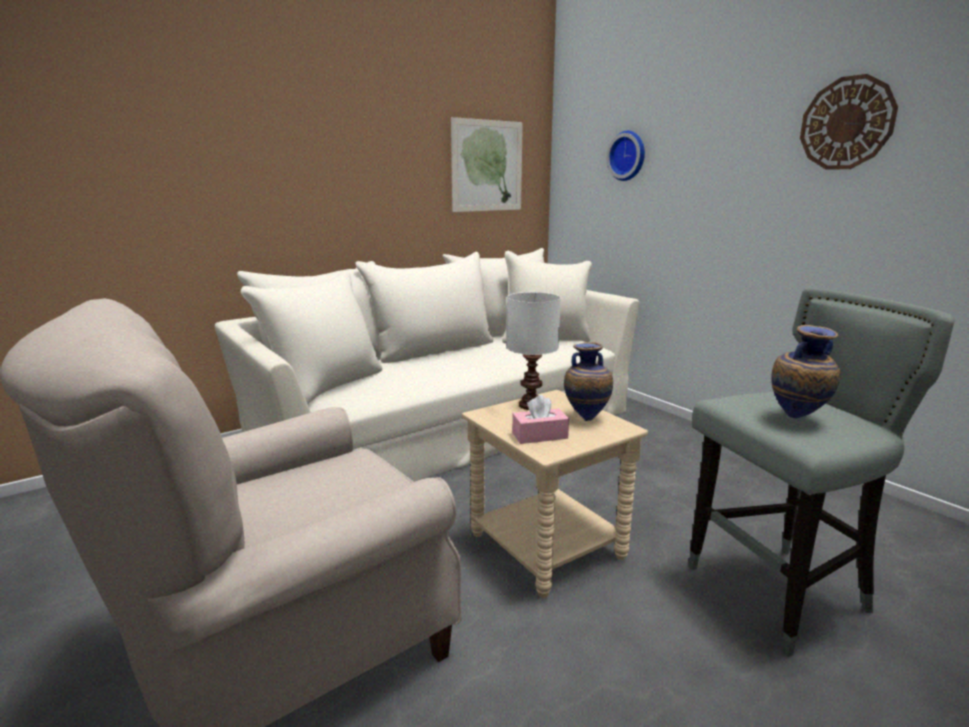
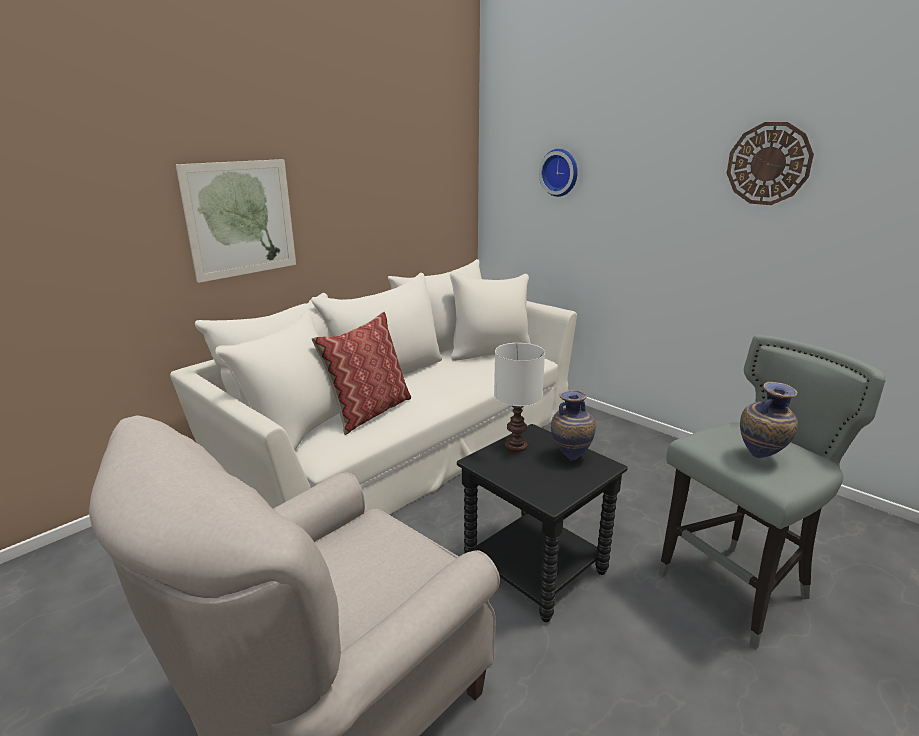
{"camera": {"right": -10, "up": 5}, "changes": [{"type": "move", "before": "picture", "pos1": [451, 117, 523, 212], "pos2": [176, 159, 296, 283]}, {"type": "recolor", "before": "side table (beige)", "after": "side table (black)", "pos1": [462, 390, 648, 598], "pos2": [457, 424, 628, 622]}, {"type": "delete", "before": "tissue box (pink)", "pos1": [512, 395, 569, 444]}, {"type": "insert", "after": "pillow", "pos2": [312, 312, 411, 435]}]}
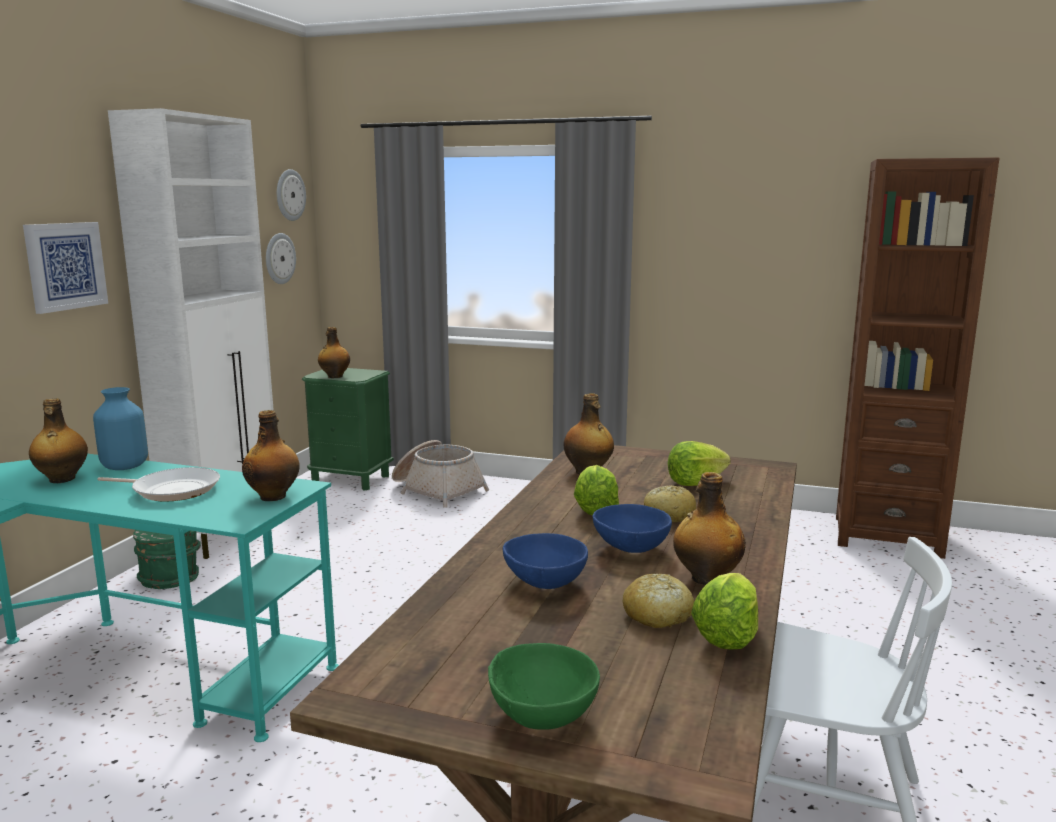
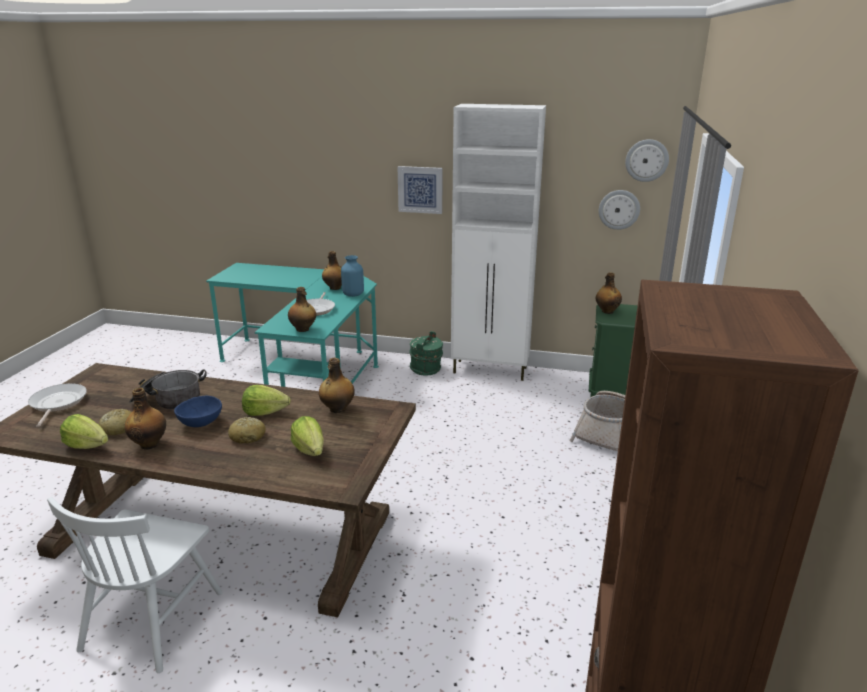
{"camera": {"right": 85, "up": 10}, "changes": [{"type": "replace", "before": "bowl (green)", "after": "frying pan", "pos1": [488, 643, 600, 730], "pos2": [28, 383, 87, 427]}, {"type": "replace", "before": "bowl (blue)", "after": "cooking pot", "pos1": [503, 533, 588, 589], "pos2": [129, 369, 207, 409]}]}
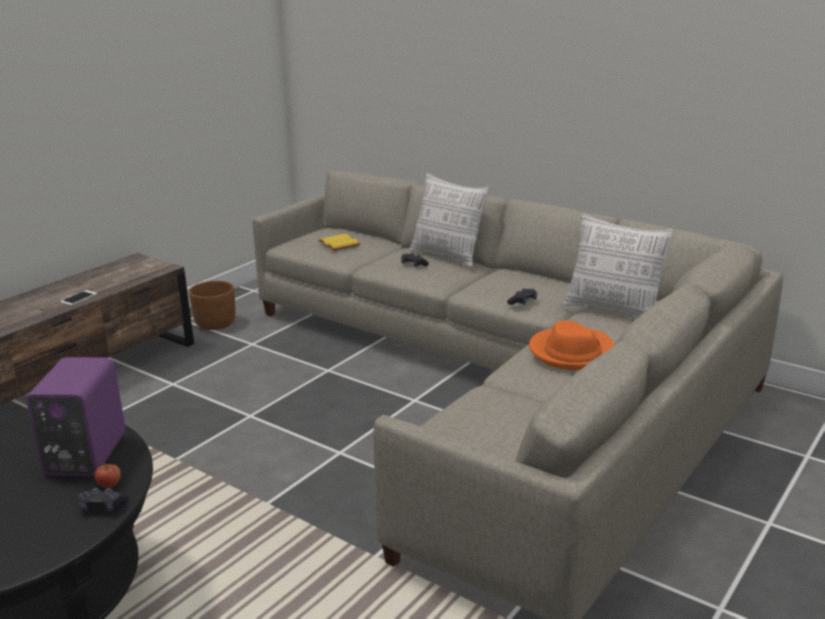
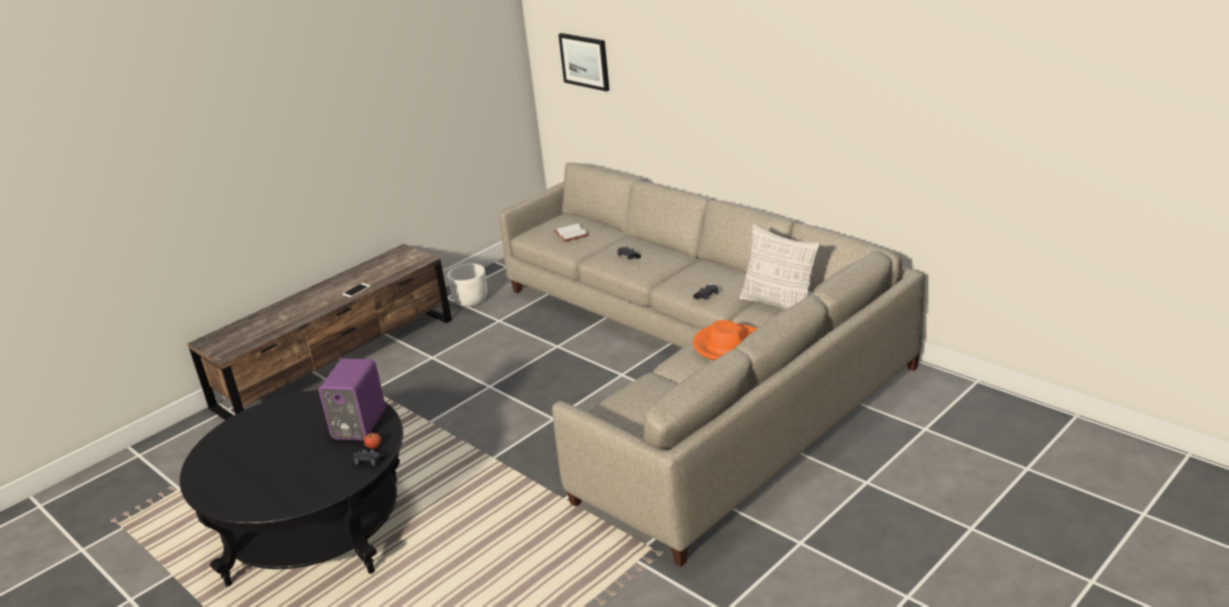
{"camera": {"right": 10, "up": 5}, "changes": [{"type": "recolor", "before": "planter (brown)", "after": "planter (white)", "pos1": [189, 281, 235, 330], "pos2": [447, 264, 487, 307]}, {"type": "recolor", "before": "book (yellow)", "after": "book (white)", "pos1": [318, 234, 360, 251], "pos2": [554, 223, 589, 242]}, {"type": "delete", "before": "pillow", "pos1": [410, 173, 490, 268]}, {"type": "insert", "after": "picture", "pos2": [558, 33, 609, 92]}]}
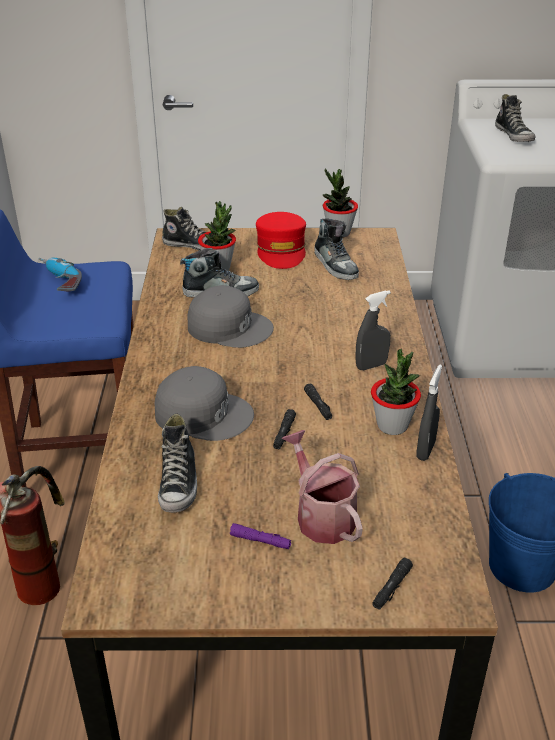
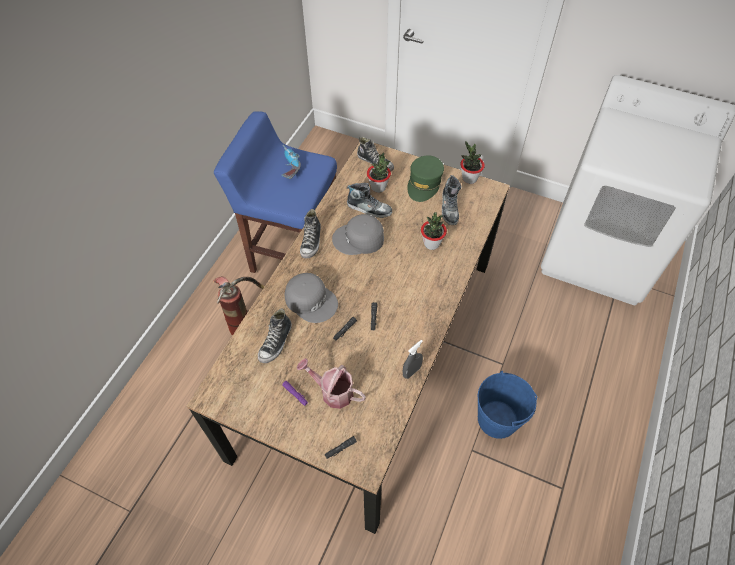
{"camera": {"right": 25, "up": 20}, "changes": [{"type": "rotate", "before": "cap (grey)", "pos1": [188, 285, 274, 348], "pos2": [332, 214, 384, 255], "turn": 135}, {"type": "recolor", "before": "cap (red)", "after": "cap (green)", "pos1": [256, 212, 306, 269], "pos2": [407, 155, 444, 202]}, {"type": "rotate", "before": "watering can", "pos1": [282, 430, 363, 544], "pos2": [297, 358, 366, 409], "turn": -60}, {"type": "delete", "before": "spray bottle (grey)", "pos1": [356, 290, 391, 370]}, {"type": "move", "before": "potted plant", "pos1": [371, 349, 421, 435], "pos2": [421, 212, 447, 250]}, {"type": "move", "before": "shoe", "pos1": [495, 94, 535, 142], "pos2": [300, 209, 321, 258]}]}
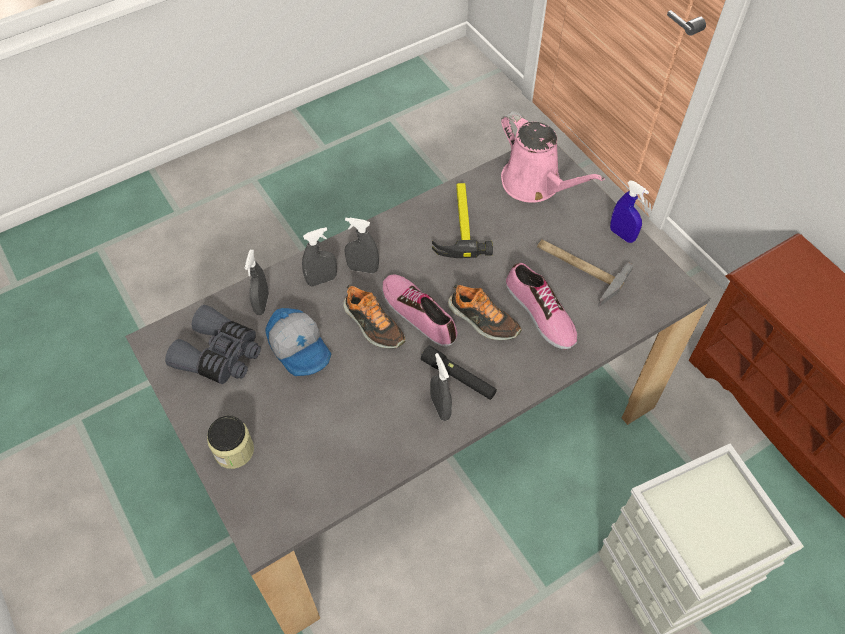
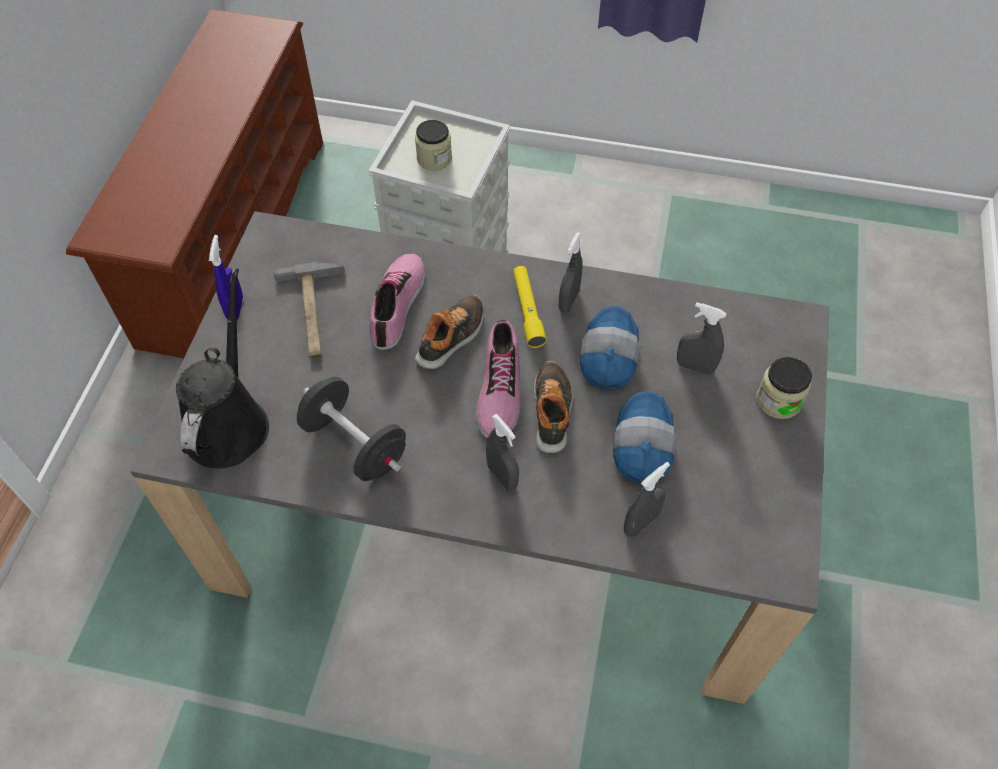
{"camera": {"right": -135, "up": 0}, "changes": [{"type": "delete", "before": "binoculars (grey)", "pos1": [165, 305, 261, 384]}, {"type": "move", "before": "spray bottle (grey)", "pos1": [302, 227, 337, 286], "pos2": [677, 302, 727, 375]}, {"type": "recolor", "before": "flashlight (black)", "after": "flashlight (yellow)", "pos1": [421, 346, 497, 400], "pos2": [513, 266, 547, 348]}, {"type": "replace", "before": "hammer", "after": "dumbbell (black)", "pos1": [432, 183, 493, 258], "pos2": [296, 377, 406, 481]}, {"type": "rotate", "before": "shoe", "pos1": [448, 284, 522, 340], "pos2": [415, 295, 483, 369], "turn": 45}, {"type": "recolor", "before": "watering can (pink)", "after": "watering can (black)", "pos1": [501, 111, 605, 203], "pos2": [176, 268, 269, 469]}, {"type": "insert", "after": "jar", "pos2": [415, 120, 452, 171]}, {"type": "insert", "after": "cap", "pos2": [580, 305, 640, 391]}]}
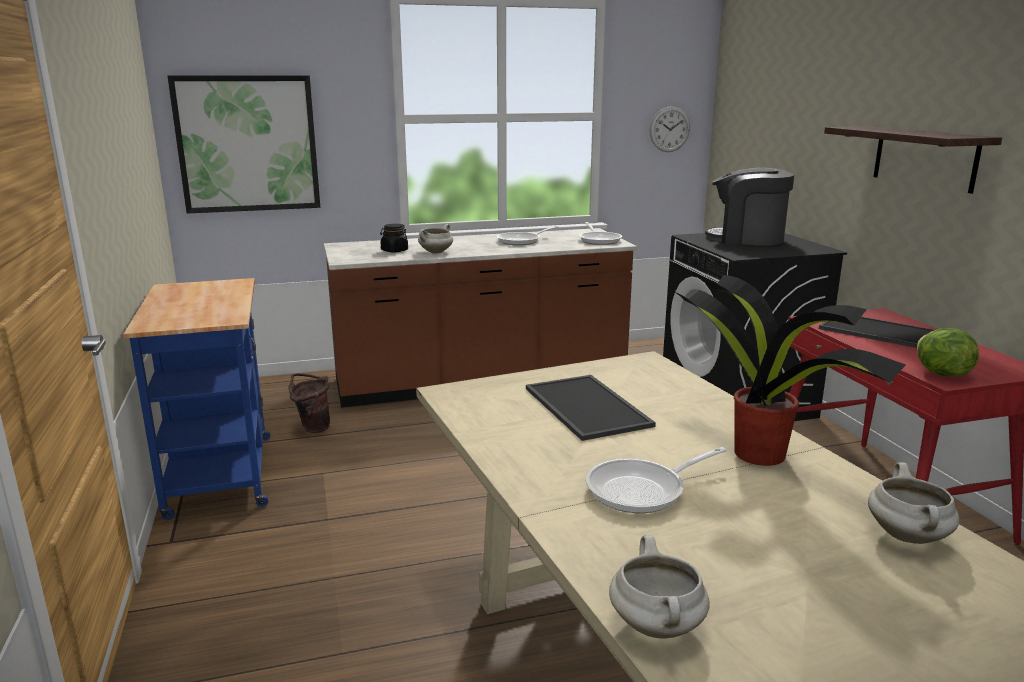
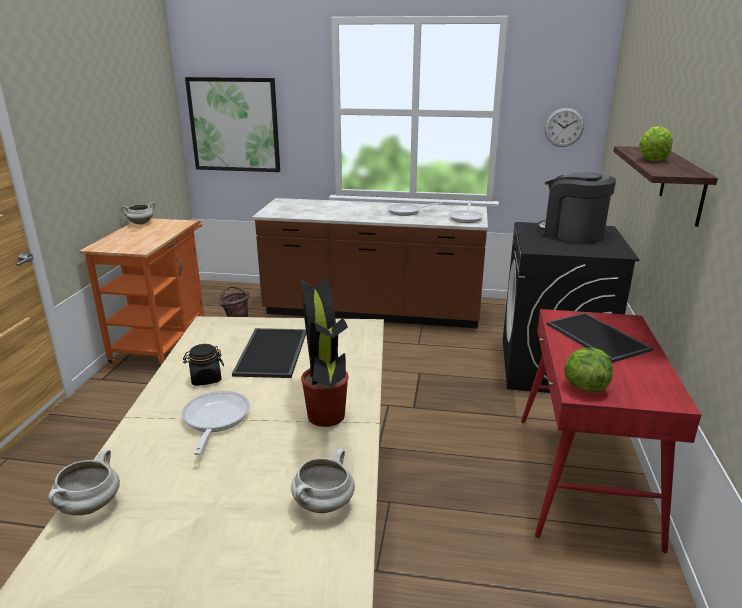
{"camera": {"right": 25, "up": 5}, "changes": [{"type": "recolor", "before": "cart (blue)", "after": "cart (orange)", "pos1": [123, 278, 270, 520], "pos2": [79, 218, 204, 366]}, {"type": "move", "before": "jar (black)", "pos1": [380, 224, 408, 253], "pos2": [183, 344, 224, 386]}, {"type": "move", "before": "cooking pot (white)", "pos1": [418, 224, 453, 254], "pos2": [121, 202, 155, 225]}, {"type": "rotate", "before": "frying pan", "pos1": [586, 447, 726, 513], "pos2": [182, 391, 250, 455], "turn": 90}, {"type": "insert", "after": "lettuce", "pos2": [639, 126, 673, 161]}]}
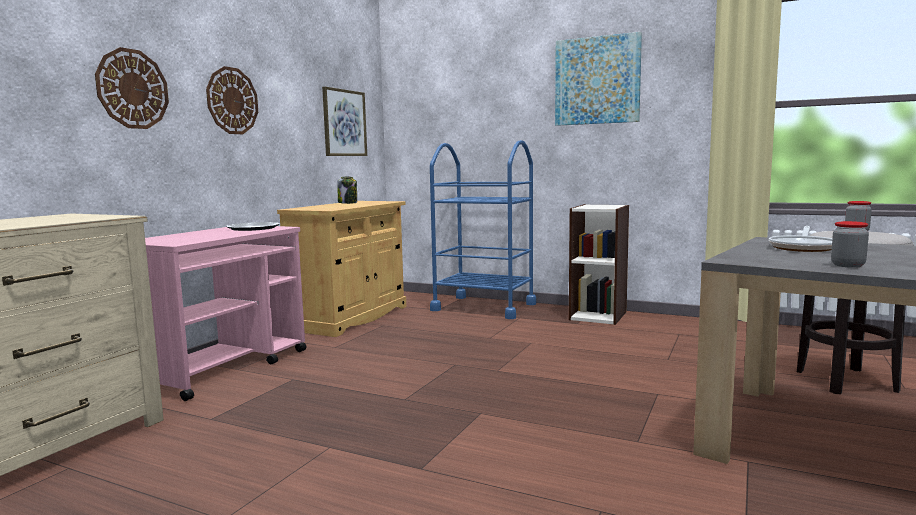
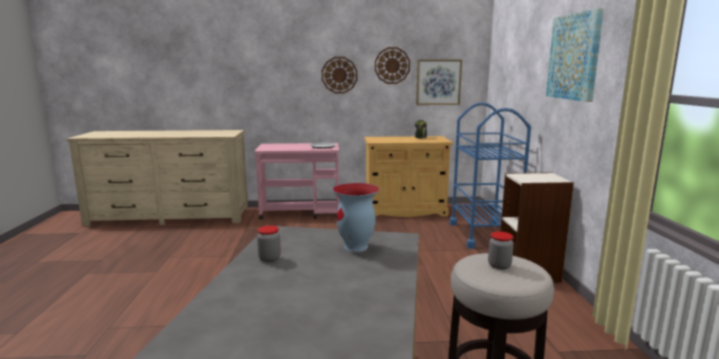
{"camera": {"right": 60, "up": 5}, "changes": [{"type": "move", "before": "wall clock", "pos1": [95, 47, 169, 129], "pos2": [375, 47, 410, 84]}, {"type": "replace", "before": "frying pan", "after": "vase", "pos1": [769, 226, 832, 252], "pos2": [332, 183, 380, 252]}]}
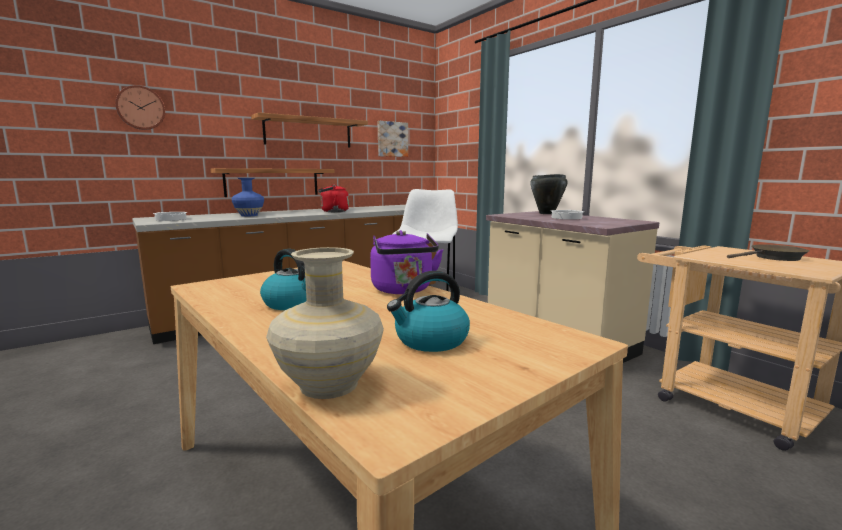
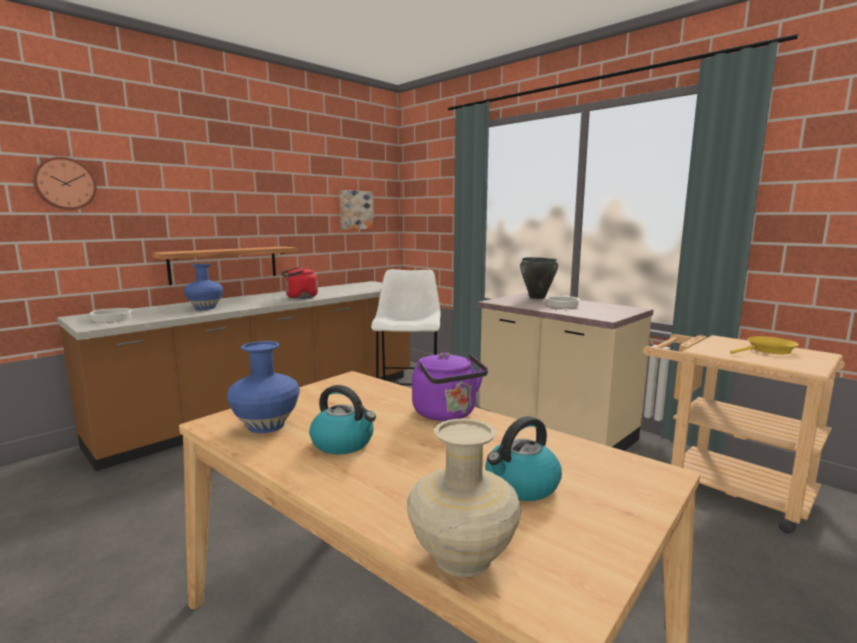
{"camera": {"right": -10, "up": 0}, "changes": [{"type": "delete", "before": "shelf", "pos1": [251, 112, 368, 148]}, {"type": "recolor", "before": "frying pan (brown)", "after": "frying pan (yellow)", "pos1": [727, 244, 809, 261], "pos2": [730, 336, 799, 354]}, {"type": "insert", "after": "vase (blue)", "pos2": [227, 341, 300, 433]}]}
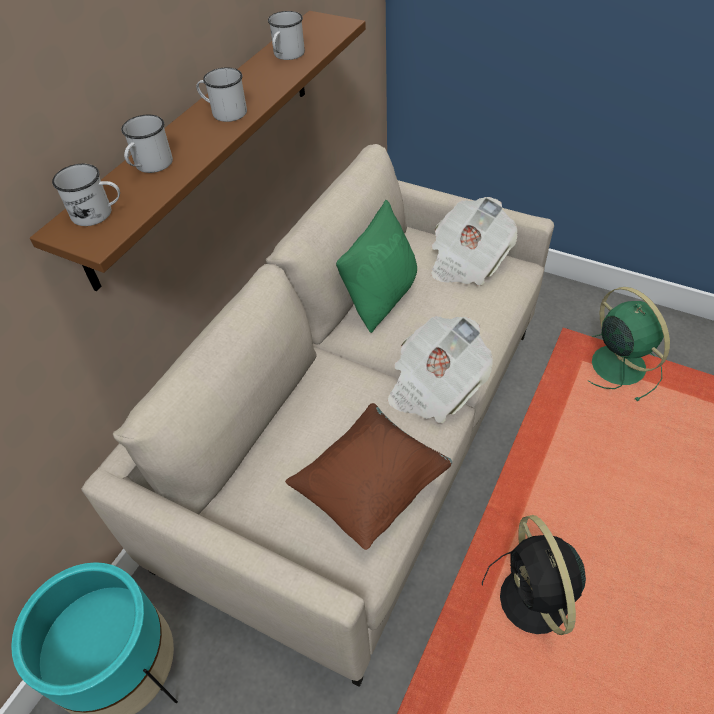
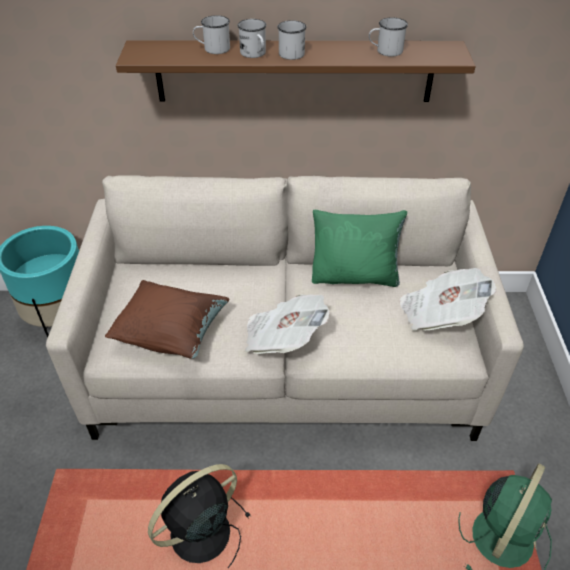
{"camera": {"right": 60, "up": -5}, "changes": [{"type": "move", "before": "mug (white)", "pos1": [52, 164, 120, 226], "pos2": [238, 19, 266, 58]}]}
